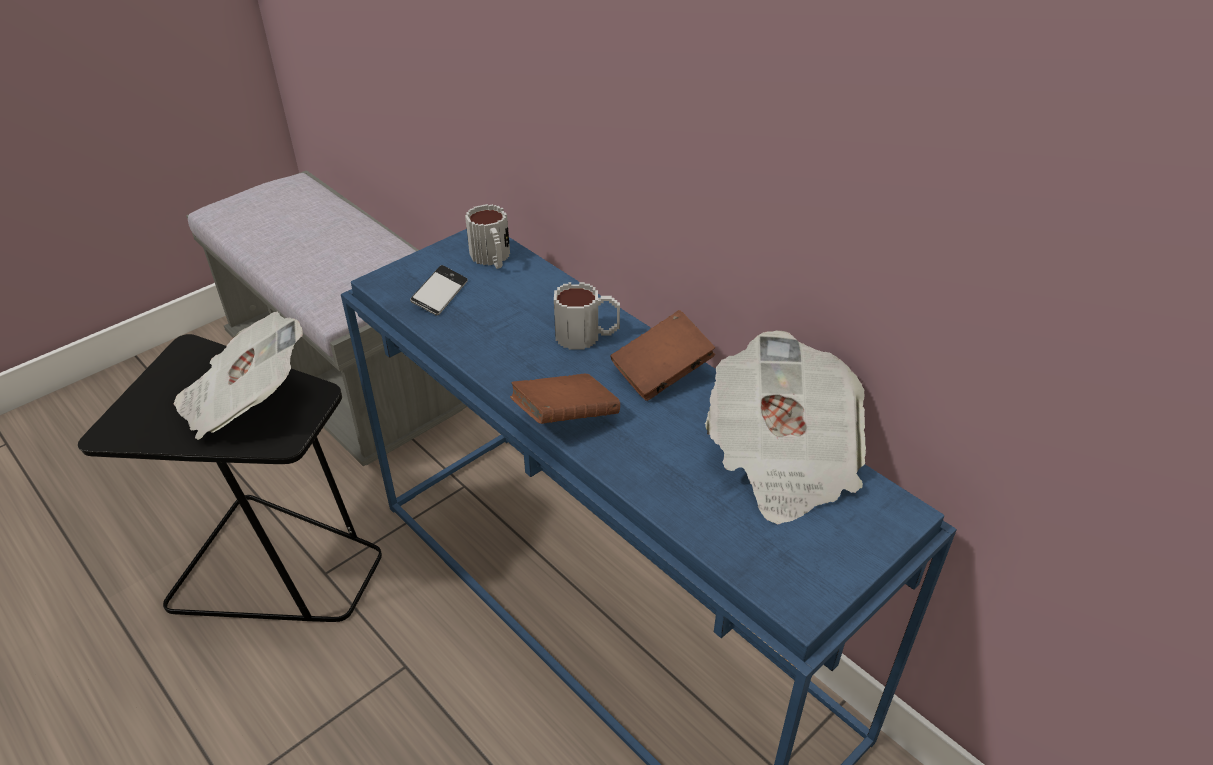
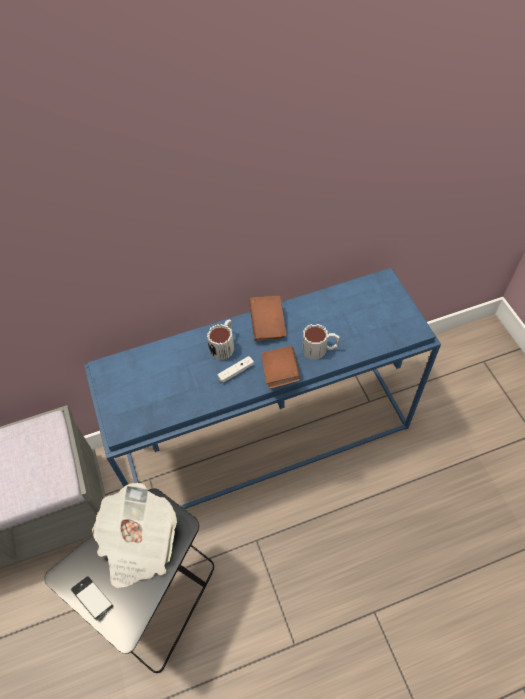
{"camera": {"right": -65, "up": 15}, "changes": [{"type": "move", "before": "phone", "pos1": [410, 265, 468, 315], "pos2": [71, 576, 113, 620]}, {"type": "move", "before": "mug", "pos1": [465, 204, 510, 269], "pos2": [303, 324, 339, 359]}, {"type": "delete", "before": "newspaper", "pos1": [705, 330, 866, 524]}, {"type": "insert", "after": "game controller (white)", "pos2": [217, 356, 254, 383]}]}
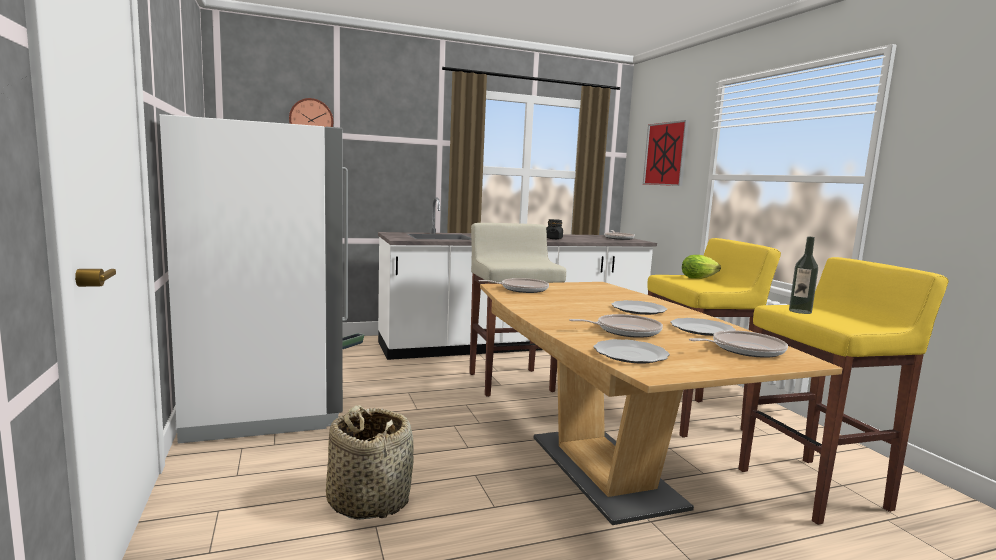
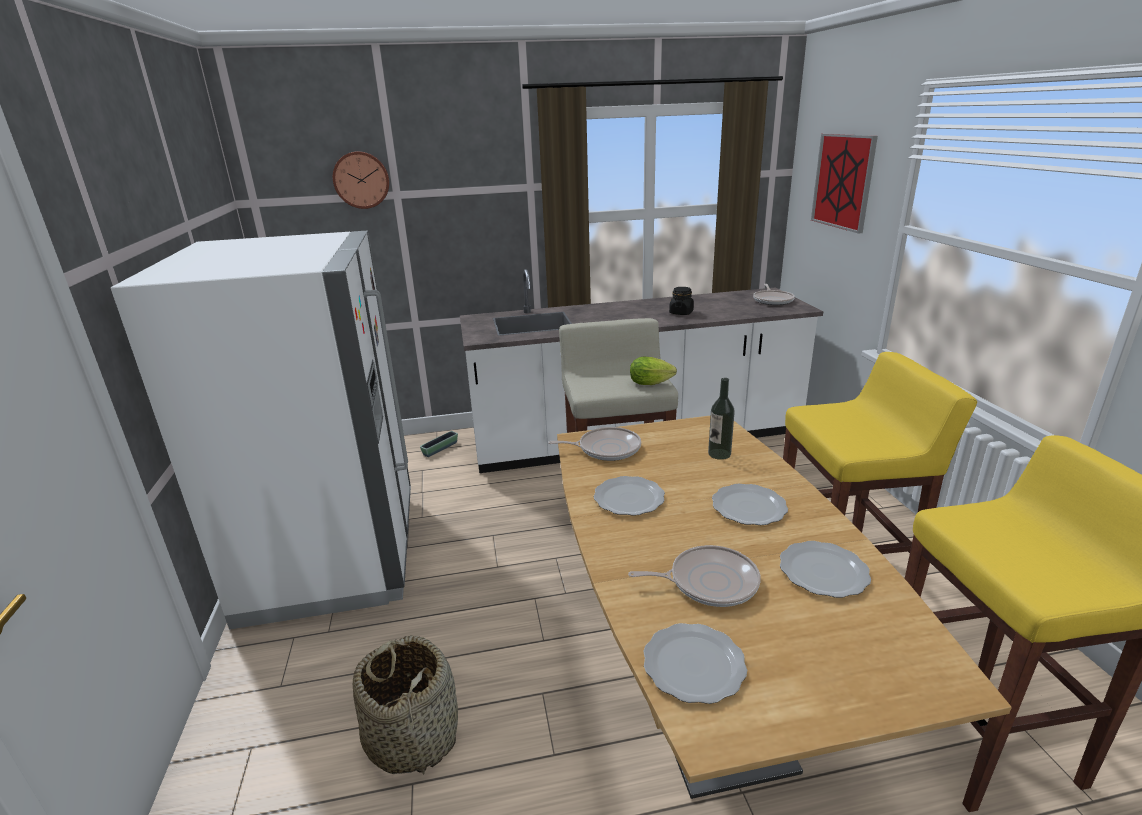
{"camera": {"right": 10, "up": 15}, "changes": [{"type": "move", "before": "lettuce", "pos1": [682, 255, 721, 279], "pos2": [630, 357, 677, 385]}, {"type": "delete", "before": "frying pan", "pos1": [689, 330, 788, 358]}, {"type": "move", "before": "bottle", "pos1": [789, 237, 818, 314], "pos2": [708, 378, 735, 460]}, {"type": "insert", "after": "plate", "pos2": [594, 476, 665, 516]}]}
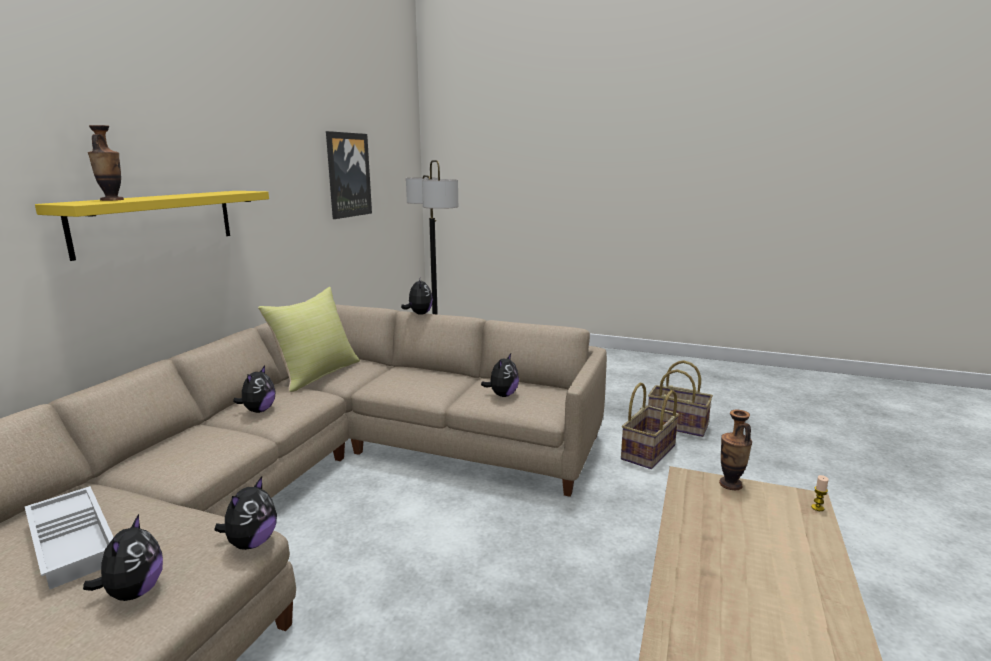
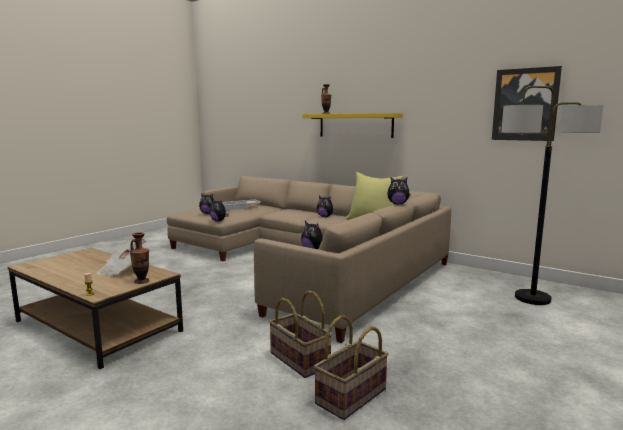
{"camera": {"right": 105, "up": -5}, "changes": [{"type": "insert", "after": "newspaper", "pos2": [96, 238, 149, 276]}]}
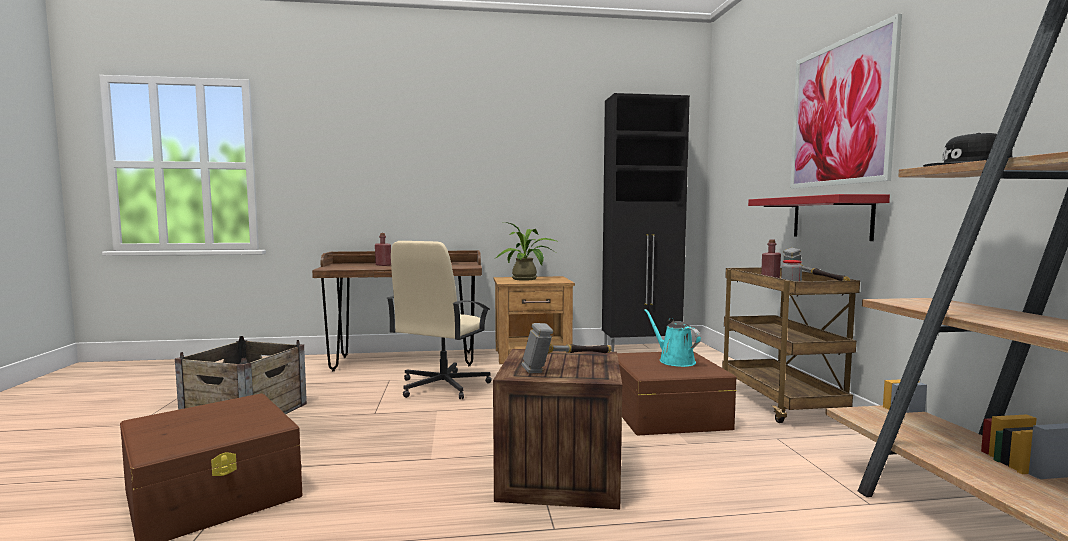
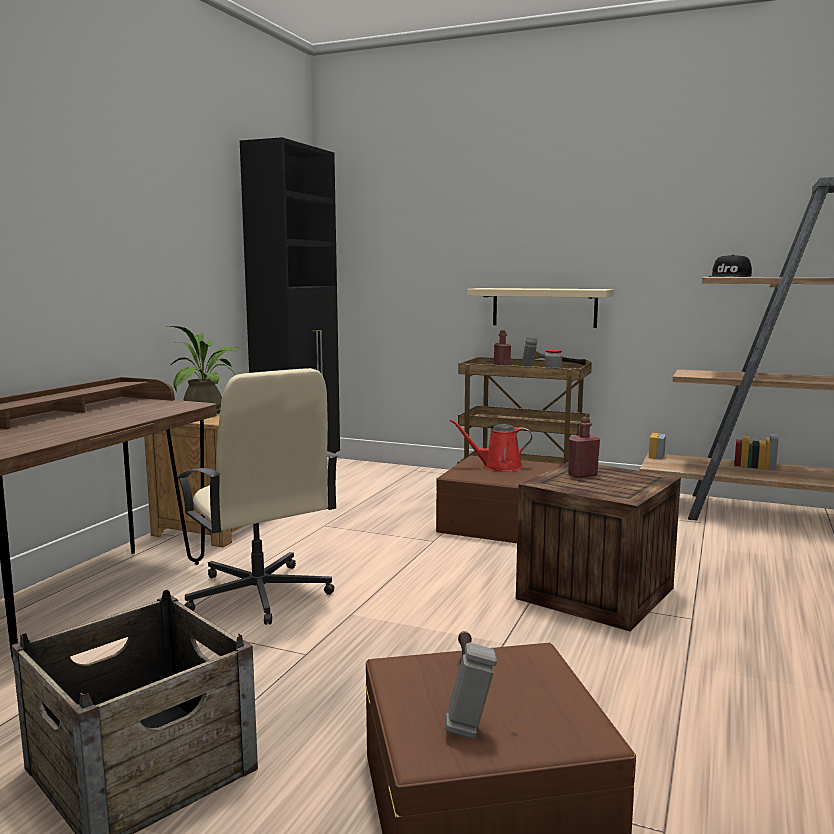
{"camera": {"right": -60, "up": 5}, "changes": [{"type": "move", "before": "bottle (red)", "pos1": [375, 233, 391, 266], "pos2": [568, 417, 600, 478]}, {"type": "move", "before": "hammer", "pos1": [521, 323, 612, 373], "pos2": [445, 631, 497, 739]}, {"type": "recolor", "before": "watering can (turquoise)", "after": "watering can (red)", "pos1": [644, 309, 701, 367], "pos2": [450, 419, 532, 471]}, {"type": "recolor", "before": "shelf (red)", "after": "shelf (beige)", "pos1": [748, 194, 890, 241], "pos2": [467, 288, 613, 328]}, {"type": "delete", "before": "picture", "pos1": [790, 14, 902, 189]}]}
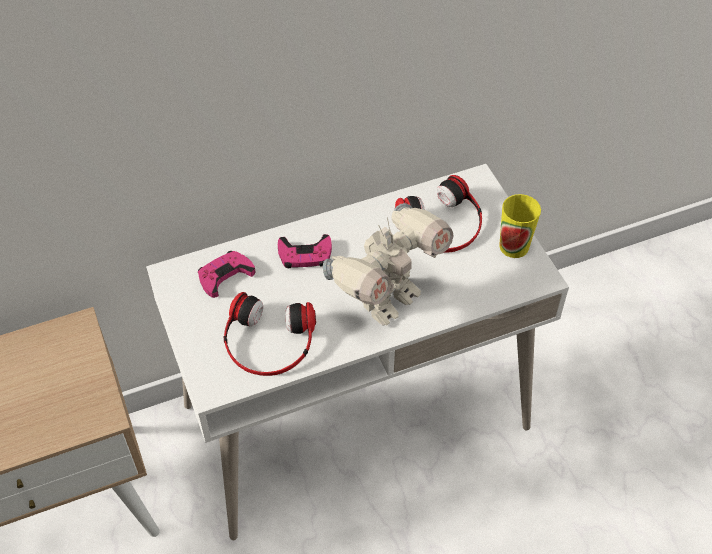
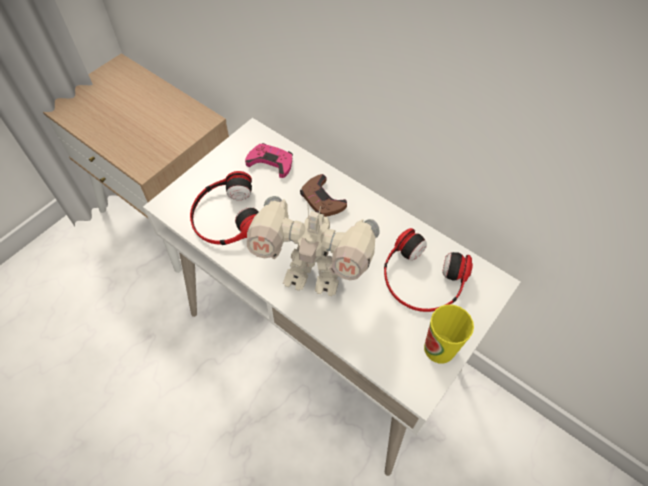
{"camera": {"right": 60, "up": 5}, "changes": [{"type": "recolor", "before": "game controller (pink)", "after": "game controller (brown)", "pos1": [278, 234, 332, 268], "pos2": [300, 174, 347, 217]}]}
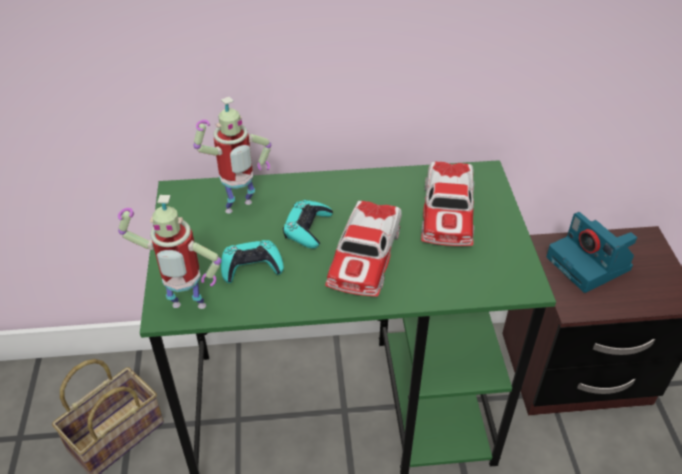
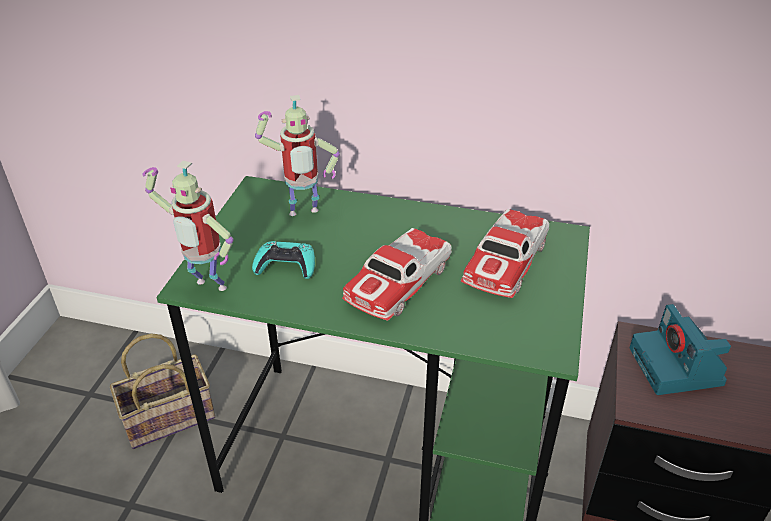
{"camera": {"right": 20, "up": -5}, "changes": [{"type": "delete", "before": "game controller (turquoise)", "pos1": [283, 200, 333, 249]}]}
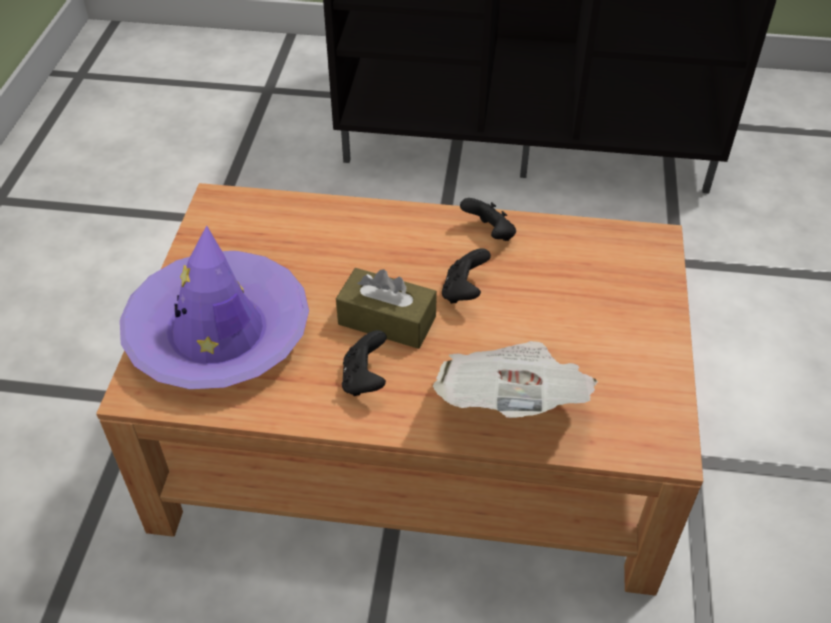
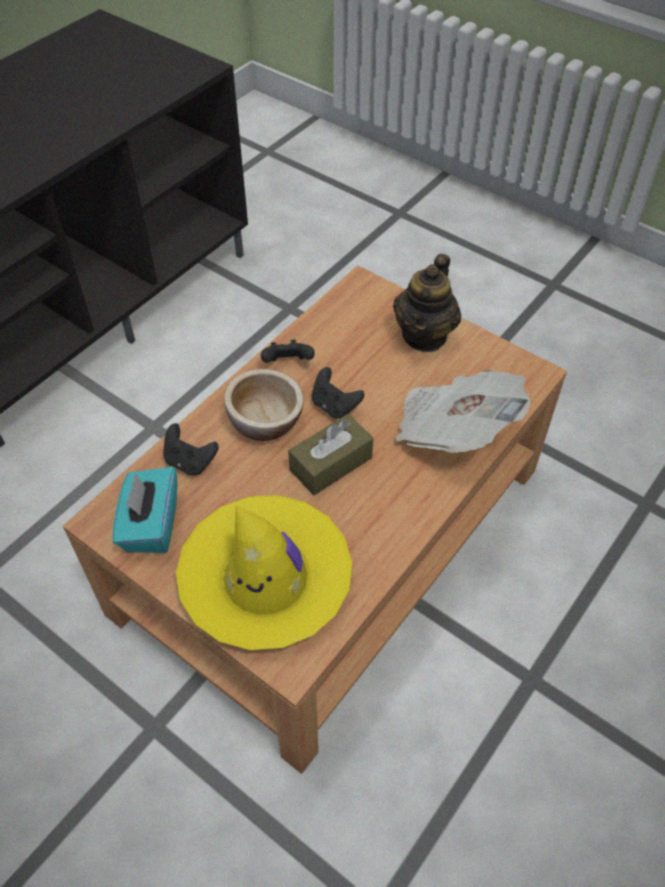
{"camera": {"right": -60, "up": 5}, "changes": [{"type": "recolor", "before": "hat (purple)", "after": "hat (yellow)", "pos1": [120, 225, 309, 389], "pos2": [176, 495, 352, 650]}, {"type": "move", "before": "game controller (black)", "pos1": [342, 330, 387, 396], "pos2": [164, 423, 219, 475]}, {"type": "insert", "after": "tissue box (turquoise)", "pos2": [113, 467, 177, 553]}, {"type": "insert", "after": "bowl", "pos2": [224, 369, 304, 441]}, {"type": "insert", "after": "teapot", "pos2": [393, 254, 461, 352]}]}
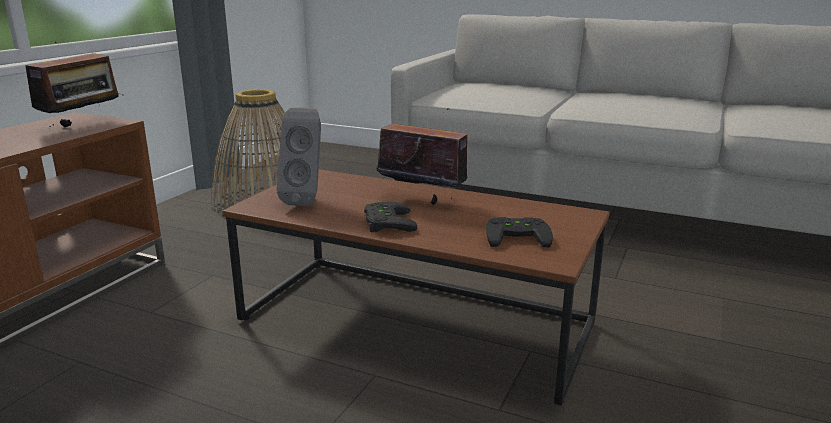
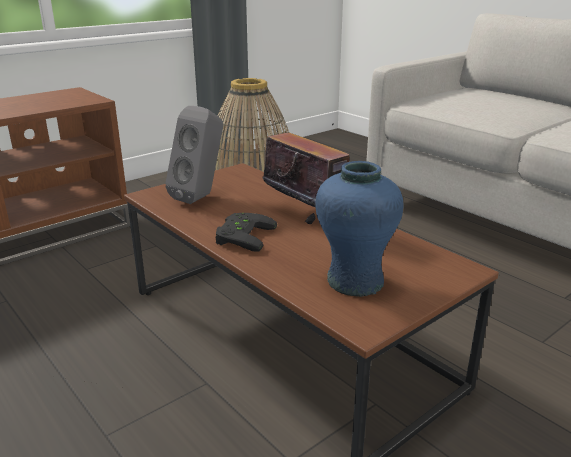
{"camera": {"right": 25, "up": 5}, "changes": [{"type": "delete", "before": "radio", "pos1": [25, 42, 123, 127]}, {"type": "replace", "before": "game controller (black)", "after": "vase (blue)", "pos1": [486, 217, 553, 247], "pos2": [315, 161, 403, 297]}]}
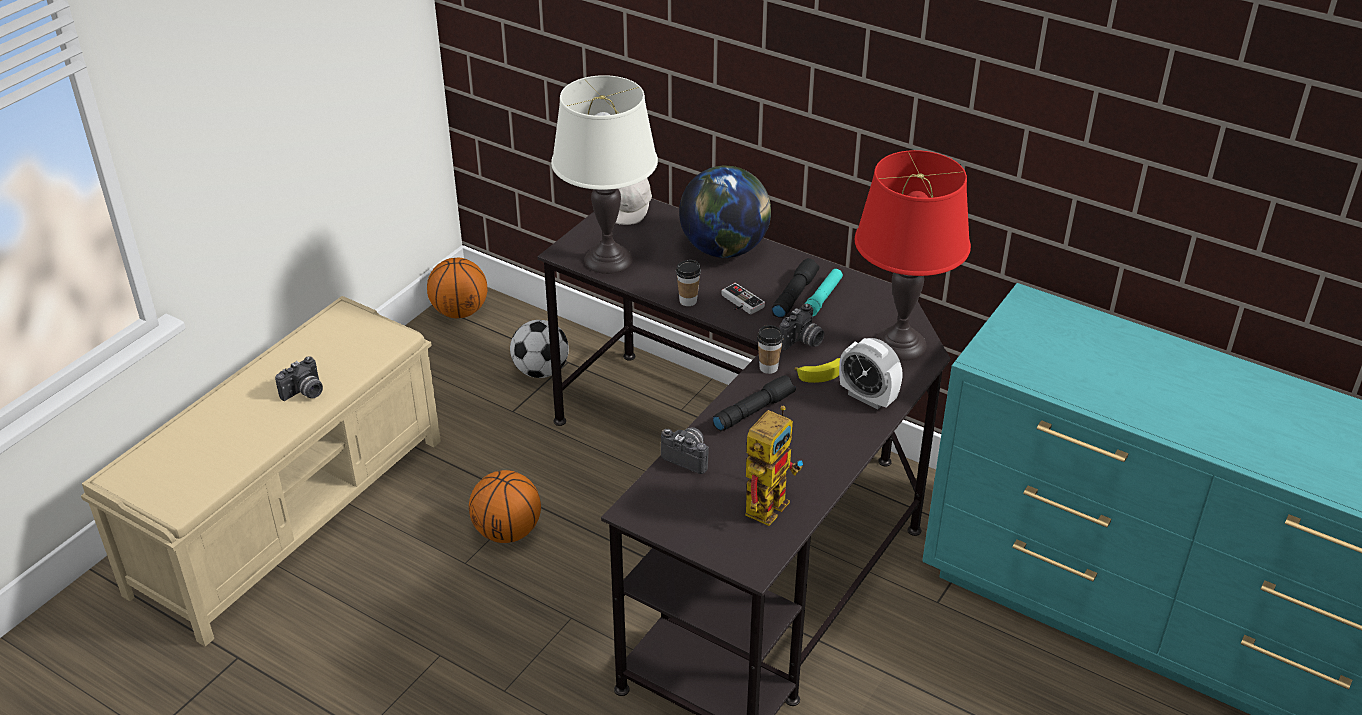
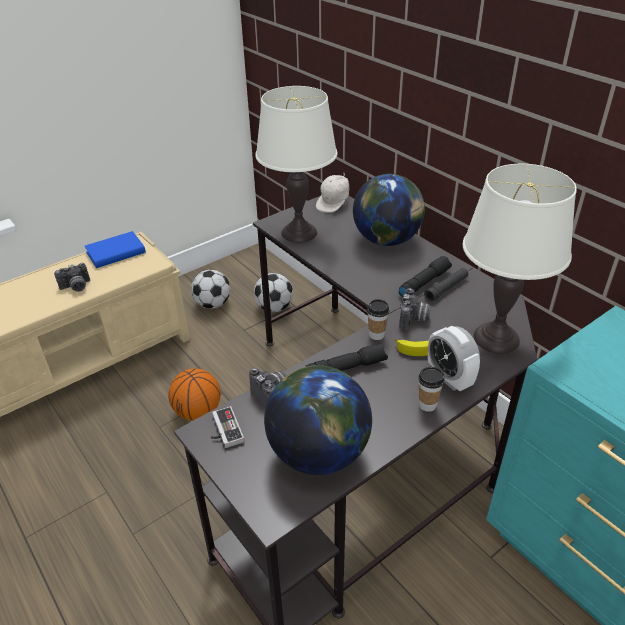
{"camera": {"right": 20, "up": 0}, "changes": [{"type": "delete", "before": "basketball", "pos1": [427, 257, 487, 318]}, {"type": "move", "before": "cup", "pos1": [676, 260, 701, 306], "pos2": [418, 367, 445, 412]}, {"type": "move", "before": "game controller", "pos1": [722, 283, 765, 315], "pos2": [211, 406, 244, 448]}, {"type": "replace", "before": "toy robot", "after": "globe", "pos1": [745, 406, 803, 526], "pos2": [264, 365, 372, 475]}, {"type": "rotate", "before": "photo camera", "pos1": [780, 304, 824, 351], "pos2": [399, 288, 431, 331], "turn": -45}, {"type": "recolor", "before": "flashlight (turquoise)", "after": "flashlight (black)", "pos1": [805, 269, 843, 317], "pos2": [424, 268, 469, 302]}, {"type": "recolor", "before": "table lamp (red)", "after": "table lamp (white)", "pos1": [855, 150, 971, 361], "pos2": [463, 164, 577, 354]}, {"type": "insert", "after": "book (blue)", "pos2": [85, 231, 146, 268]}, {"type": "insert", "after": "football", "pos2": [191, 270, 230, 309]}]}
